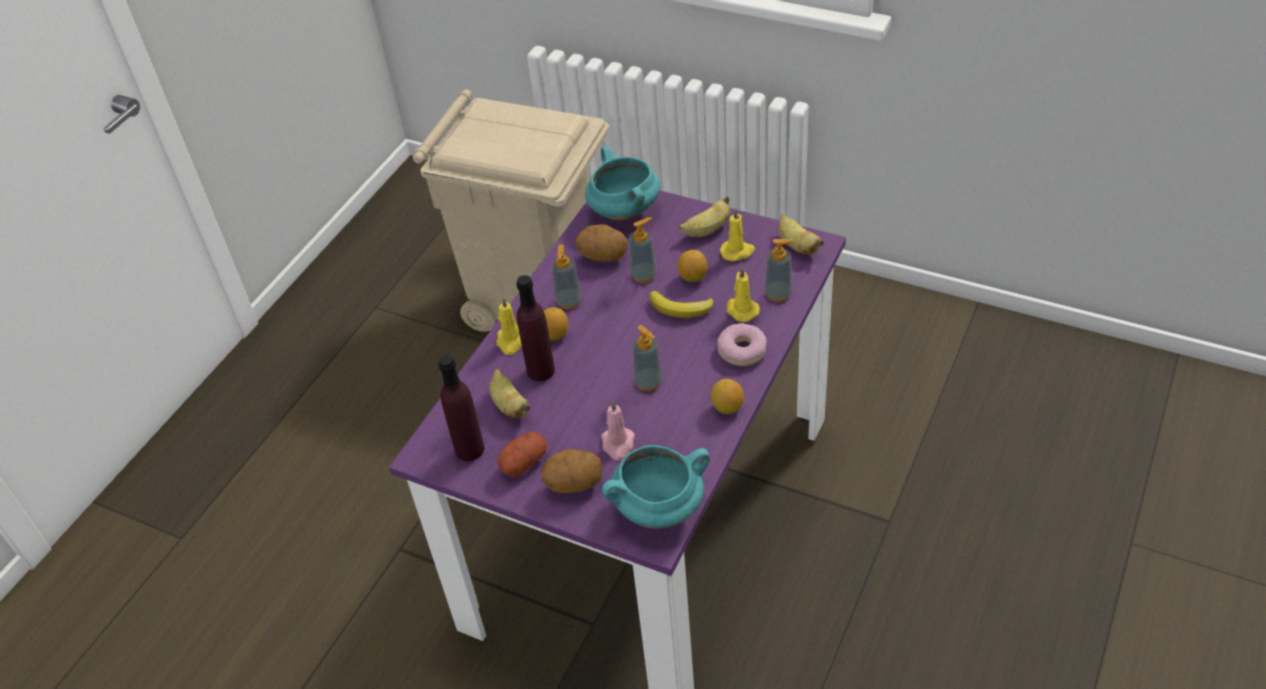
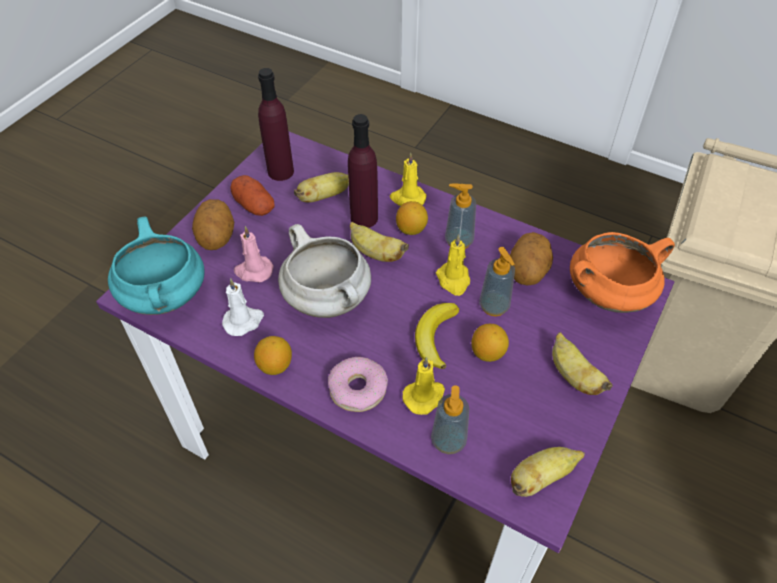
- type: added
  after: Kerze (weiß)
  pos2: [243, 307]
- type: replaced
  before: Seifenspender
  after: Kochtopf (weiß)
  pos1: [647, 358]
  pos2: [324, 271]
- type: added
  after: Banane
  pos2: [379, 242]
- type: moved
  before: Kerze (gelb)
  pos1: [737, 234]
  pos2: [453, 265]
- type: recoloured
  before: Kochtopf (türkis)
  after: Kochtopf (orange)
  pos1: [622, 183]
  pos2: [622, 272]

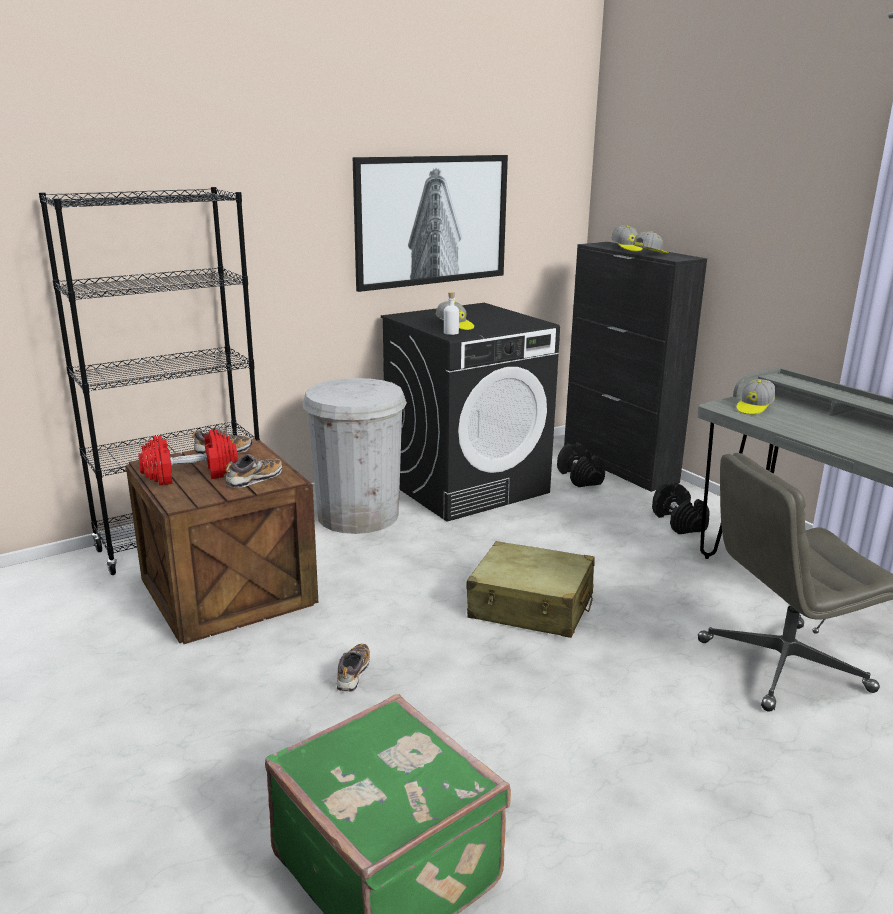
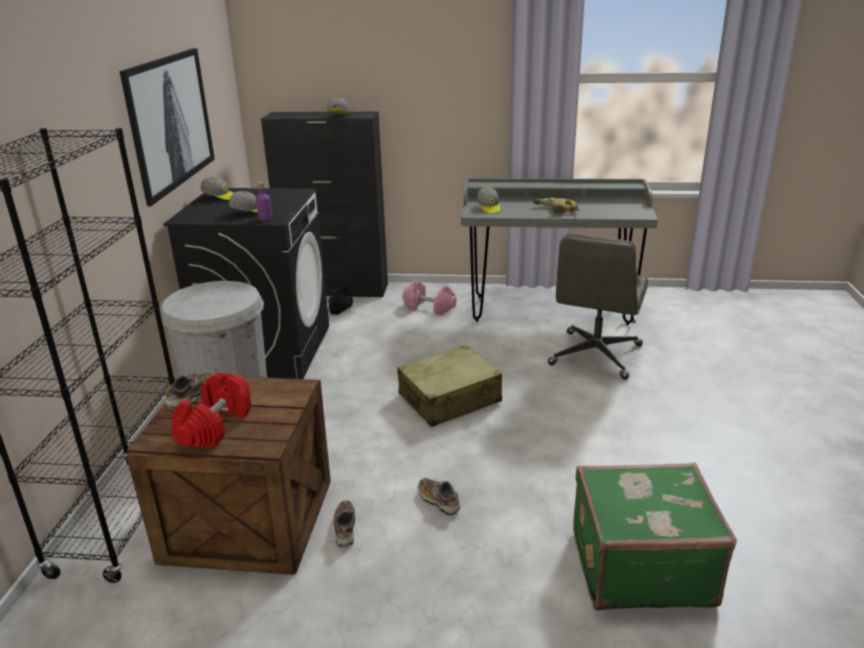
- type: moved
  before: Kappe
  pos1: [627, 238]
  pos2: [216, 188]
- type: recoloured
  before: Flasche (weiß)
  after: Flasche (lila)
  pos1: [451, 313]
  pos2: [264, 201]
- type: moved
  before: Schuh
  pos1: [253, 471]
  pos2: [344, 523]
- type: recoloured
  before: Hantel (schwarz)
  after: Hantel (rosa)
  pos1: [681, 508]
  pos2: [430, 298]
- type: added
  after: Bohrmaschine
  pos2: [556, 206]

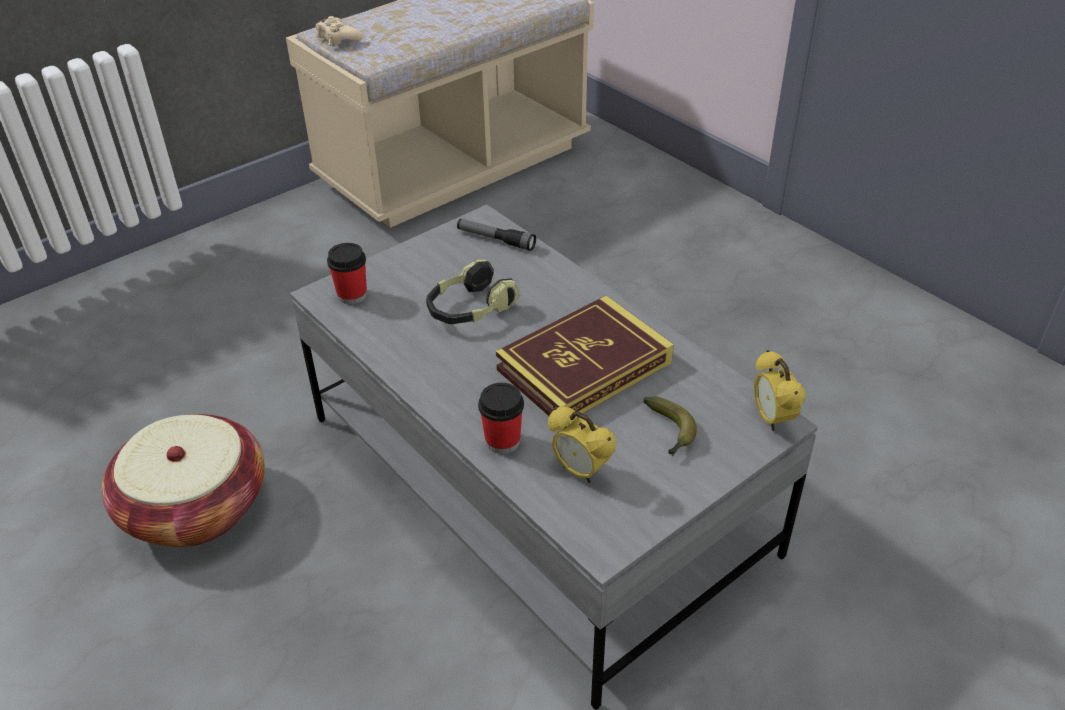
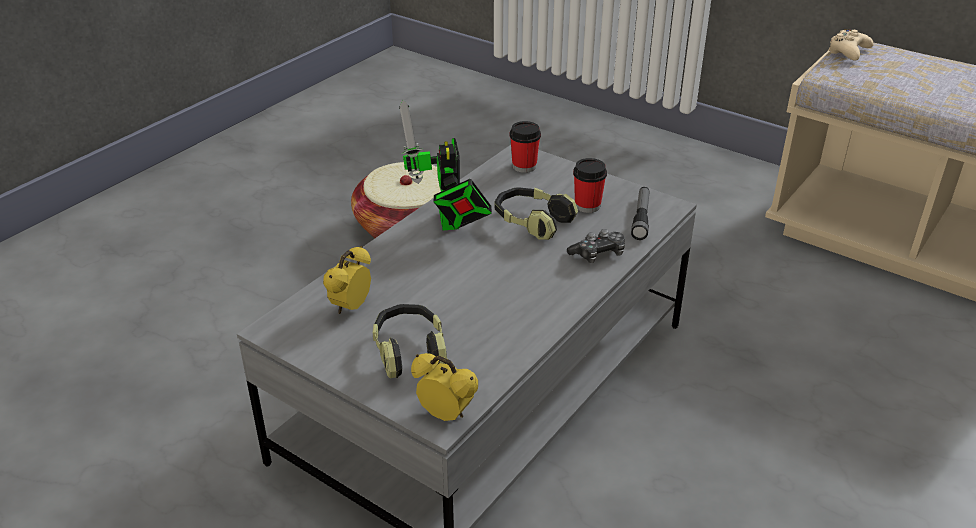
- type: replaced
  before: Banane
  after: Kopfhörer
  pos1: [670, 426]
  pos2: [410, 341]
- type: added
  after: Spielzeugroboter
  pos2: [445, 165]
- type: turned
  before: Wecker
  pos1: [779, 390]
  pos2: [444, 387]
  turn: 60
- type: added
  after: Gamepad
  pos2: [596, 246]
- type: moved
  before: Tasse
  pos1: [501, 418]
  pos2: [590, 185]
- type: removed
  before: Buch
  pos1: [585, 356]

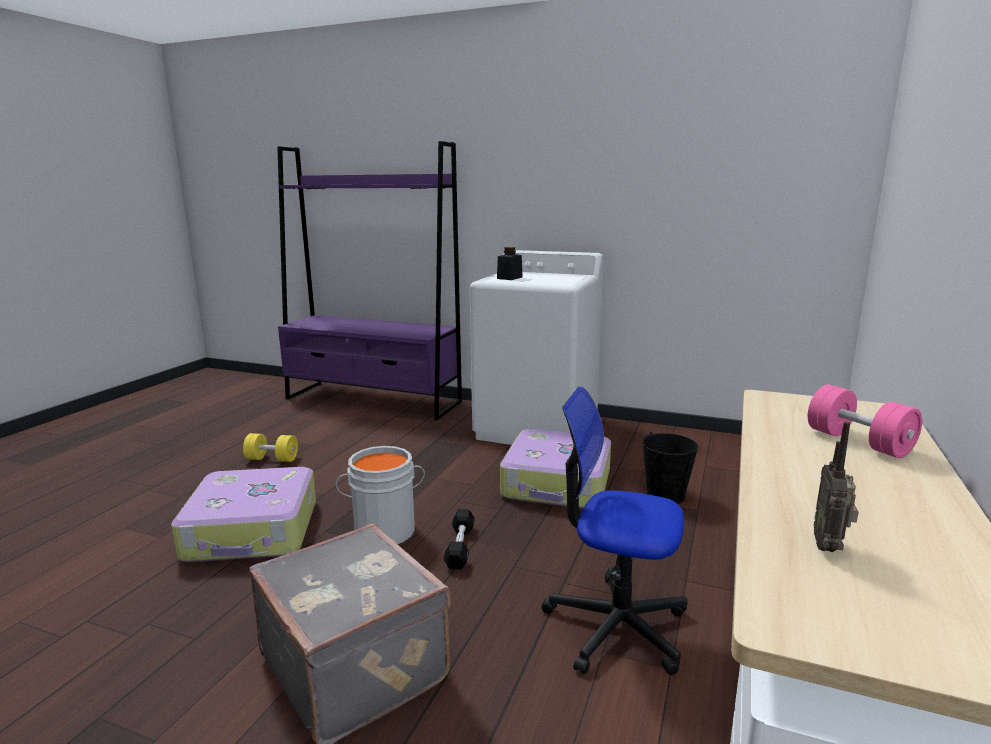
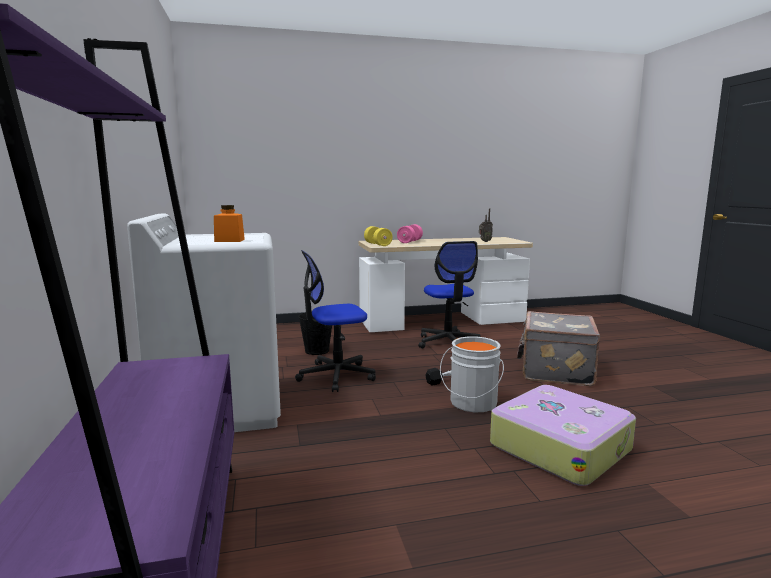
- type: recoloured
  before: Vorratsglas (schwarz)
  after: Vorratsglas (orange)
  pos1: [510, 263]
  pos2: [229, 223]
- type: replaced
  before: Koffer
  after: Bürostuhl
  pos1: [555, 468]
  pos2: [335, 321]
- type: moved
  before: Hantel (gelb)
  pos1: [270, 447]
  pos2: [378, 236]

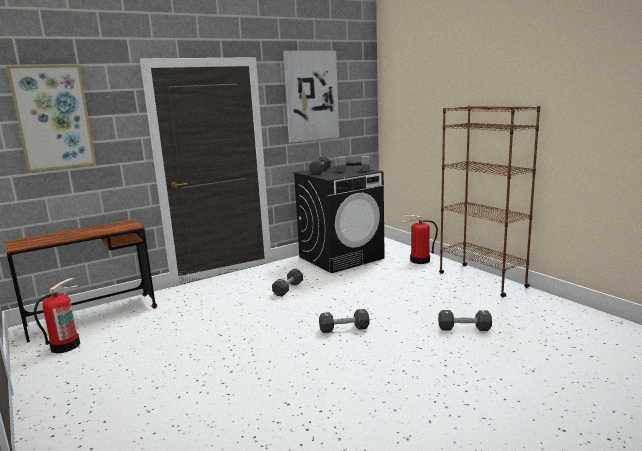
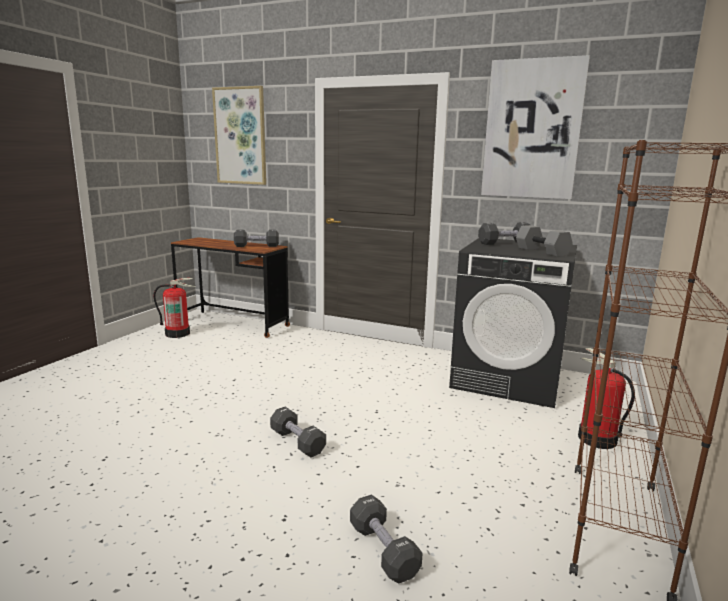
- type: moved
  before: Hantel (schwarz)
  pos1: [287, 282]
  pos2: [256, 238]

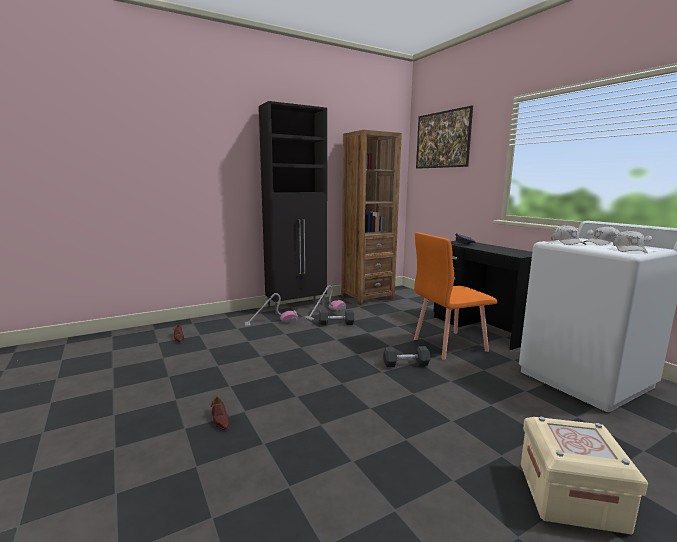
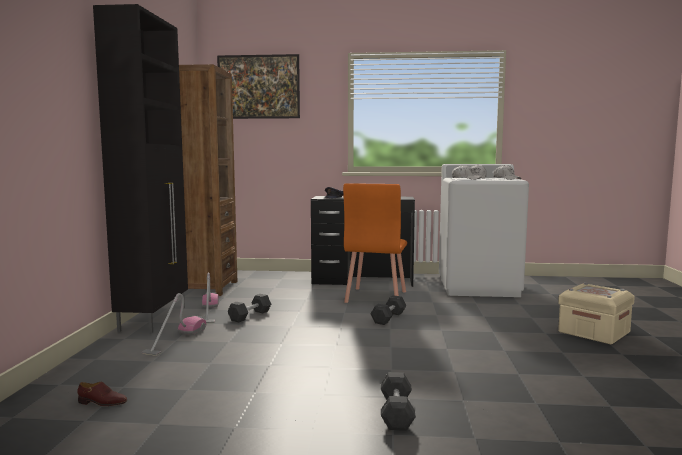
- type: replaced
  before: Schuh (braun)
  after: Hantel (grau)
  pos1: [220, 413]
  pos2: [398, 401]

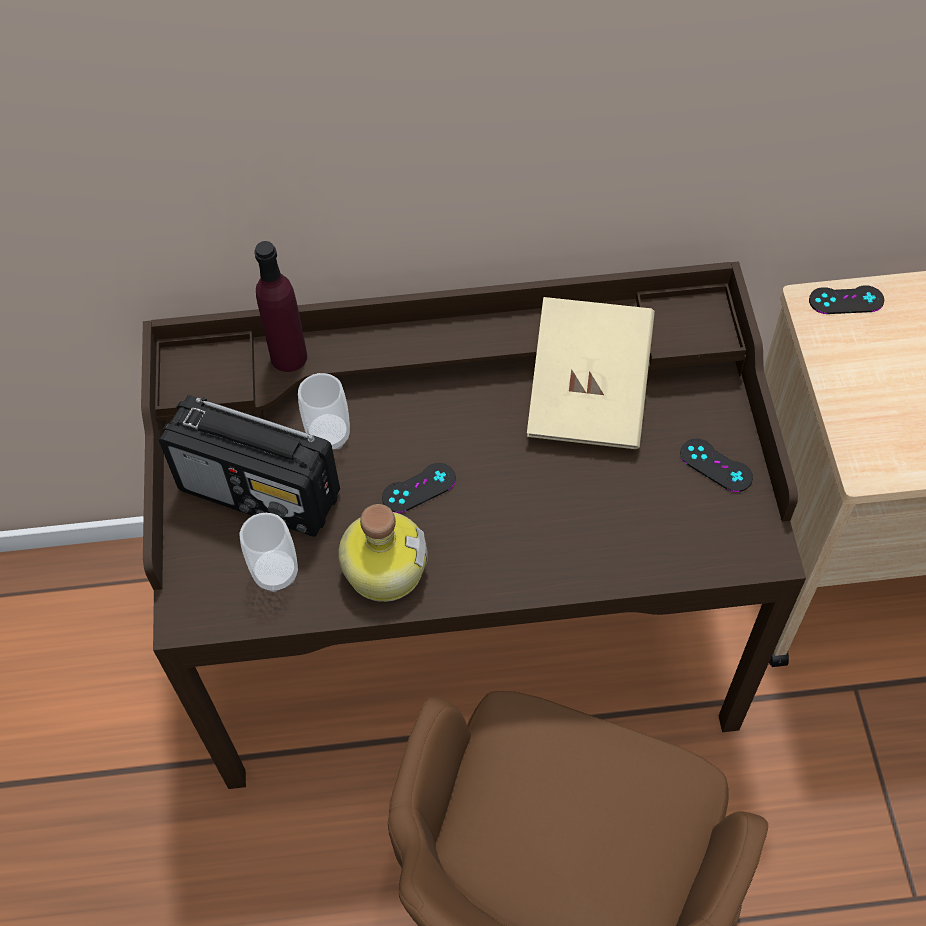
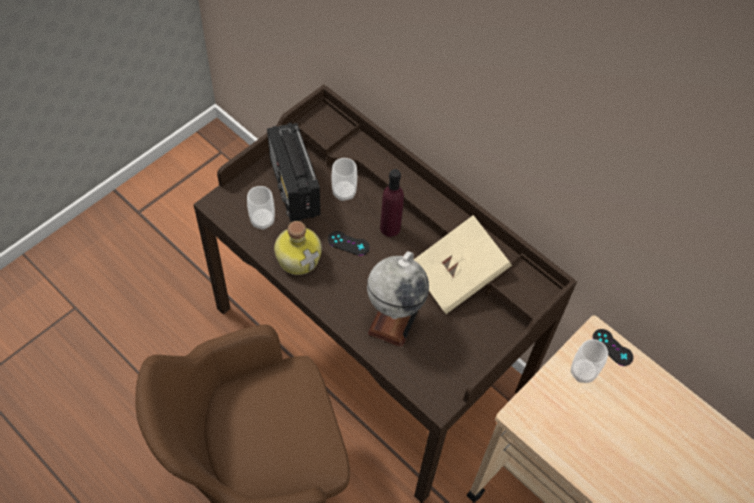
- type: added
  after: Globus
  pos2: [398, 299]
- type: moved
  before: Flasche (lila)
  pos1: [280, 306]
  pos2: [392, 203]
- type: added
  after: Tasse
  pos2: [589, 361]
- type: removed
  before: Gamepad (schwarz)
  pos1: [716, 465]

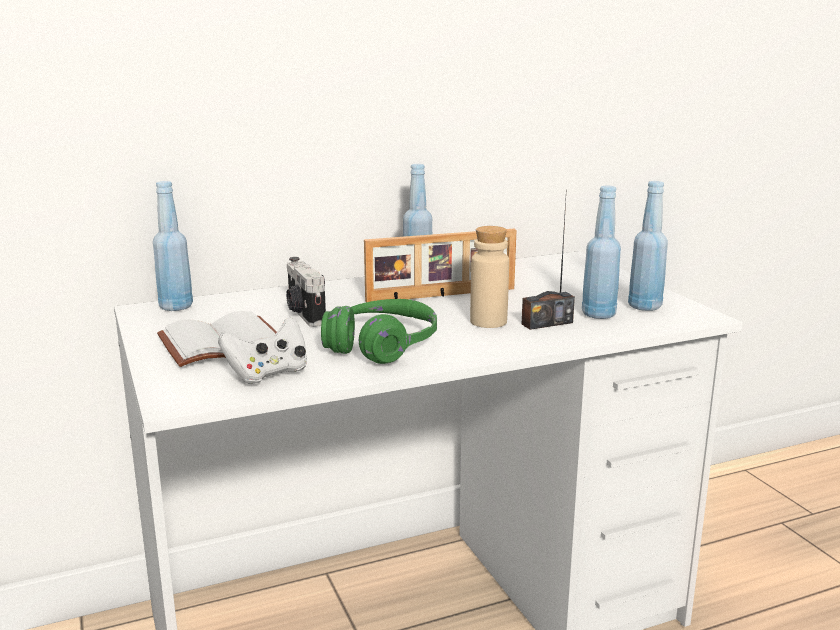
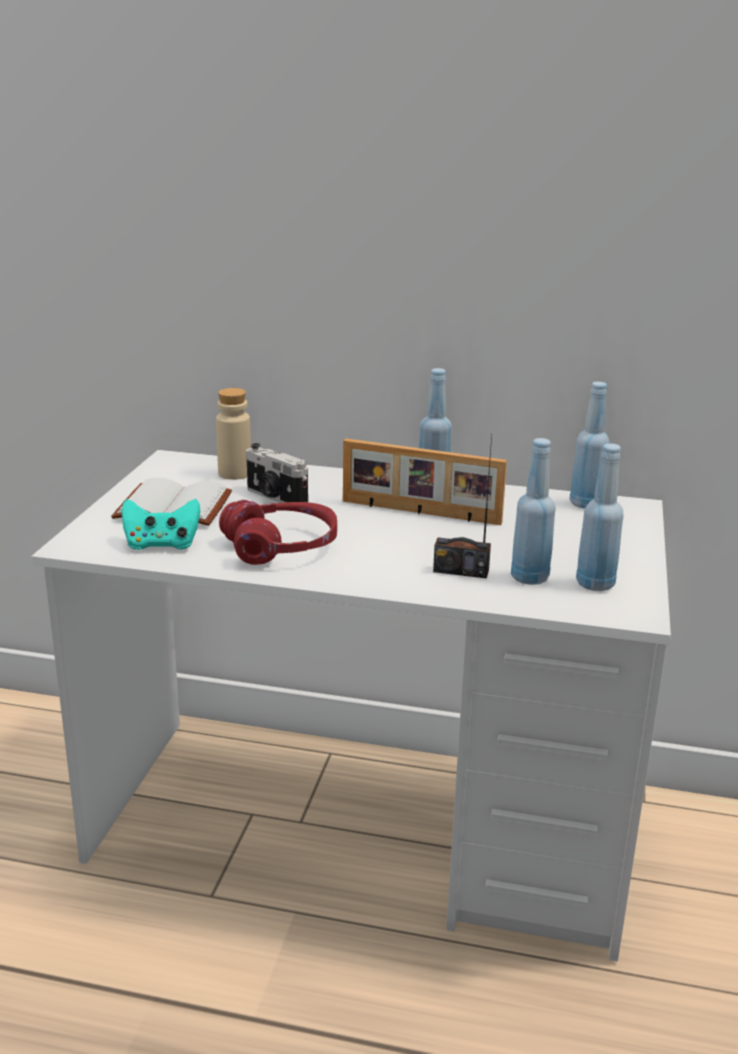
- type: recoloured
  before: Gamepad (weiß)
  after: Gamepad (türkis)
  pos1: [262, 350]
  pos2: [161, 524]
- type: moved
  before: Flasche (beige)
  pos1: [489, 277]
  pos2: [233, 434]
- type: recoloured
  before: Kopfhörer (grün)
  after: Kopfhörer (rot)
  pos1: [379, 331]
  pos2: [278, 532]
- type: turned
  before: Kamera
  pos1: [306, 292]
  pos2: [277, 473]
  turn: -60
- type: moved
  before: Flasche (blau)
  pos1: [173, 246]
  pos2: [590, 445]

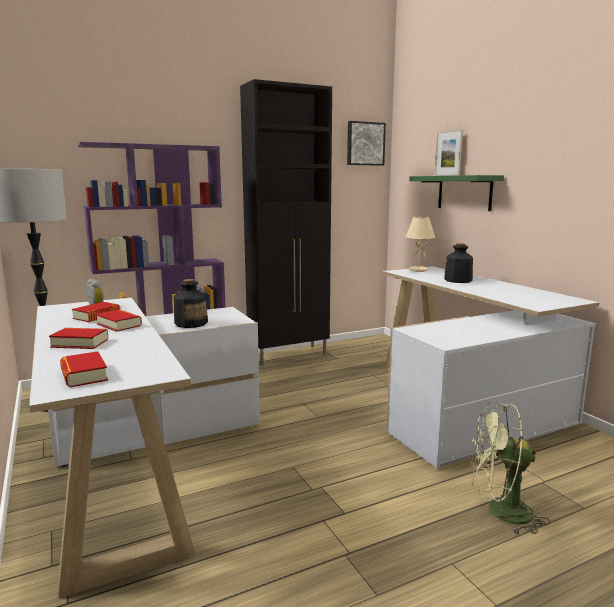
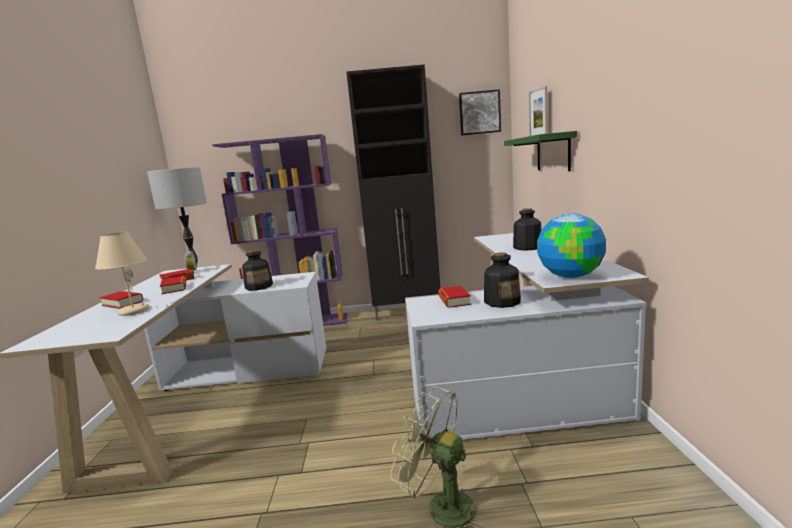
- type: moved
  before: Tischlampe (beige)
  pos1: [420, 244]
  pos2: [122, 274]
- type: moved
  before: Buch
  pos1: [84, 369]
  pos2: [454, 297]
- type: added
  after: Flasche
  pos2: [502, 280]
- type: added
  after: Globus
  pos2: [571, 245]

